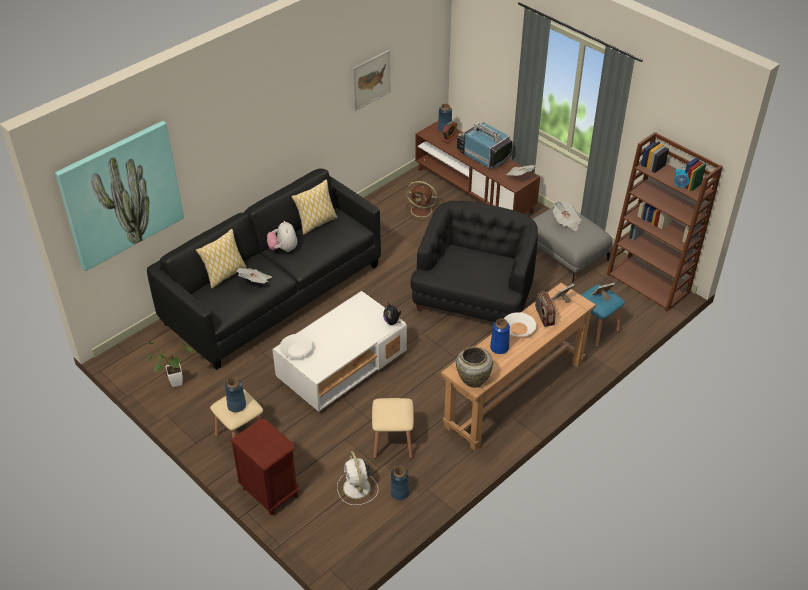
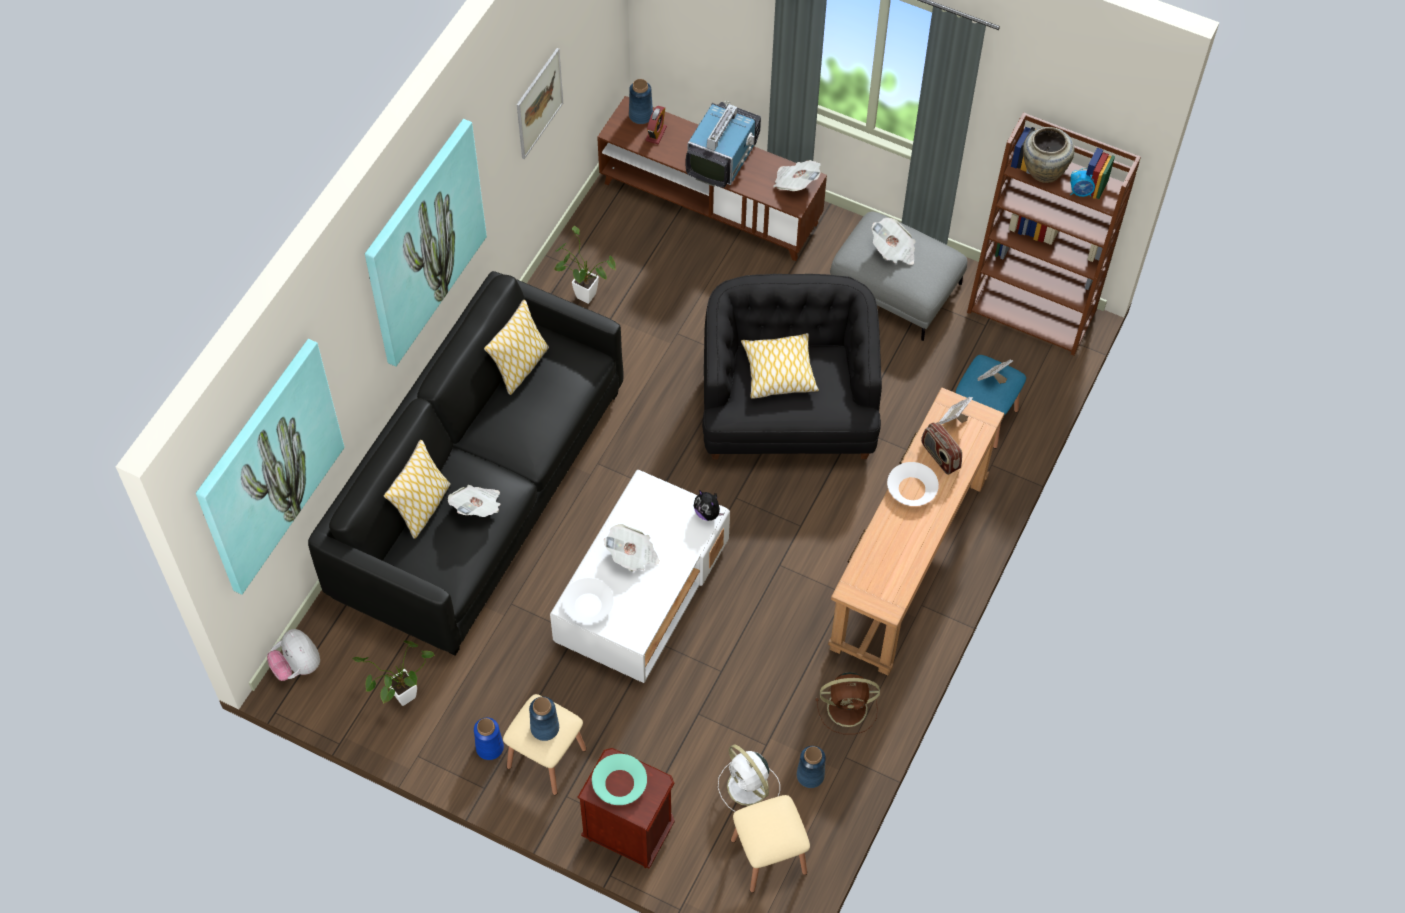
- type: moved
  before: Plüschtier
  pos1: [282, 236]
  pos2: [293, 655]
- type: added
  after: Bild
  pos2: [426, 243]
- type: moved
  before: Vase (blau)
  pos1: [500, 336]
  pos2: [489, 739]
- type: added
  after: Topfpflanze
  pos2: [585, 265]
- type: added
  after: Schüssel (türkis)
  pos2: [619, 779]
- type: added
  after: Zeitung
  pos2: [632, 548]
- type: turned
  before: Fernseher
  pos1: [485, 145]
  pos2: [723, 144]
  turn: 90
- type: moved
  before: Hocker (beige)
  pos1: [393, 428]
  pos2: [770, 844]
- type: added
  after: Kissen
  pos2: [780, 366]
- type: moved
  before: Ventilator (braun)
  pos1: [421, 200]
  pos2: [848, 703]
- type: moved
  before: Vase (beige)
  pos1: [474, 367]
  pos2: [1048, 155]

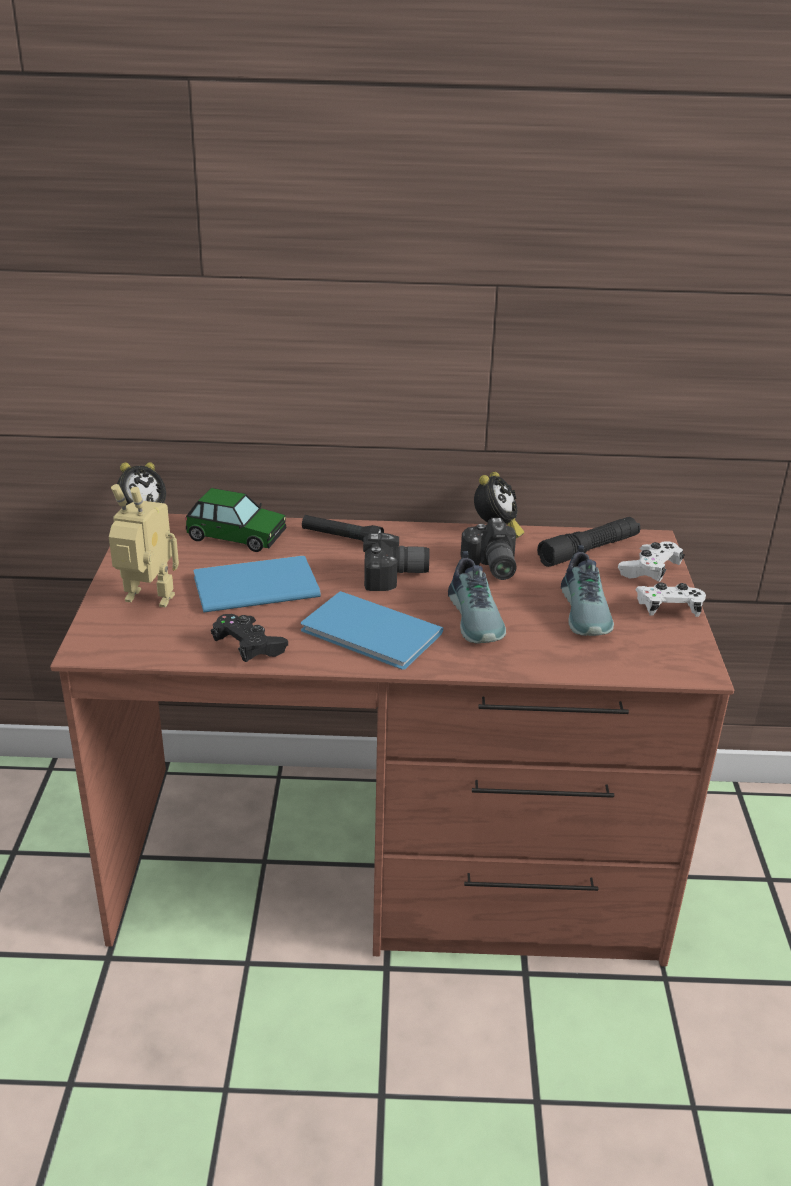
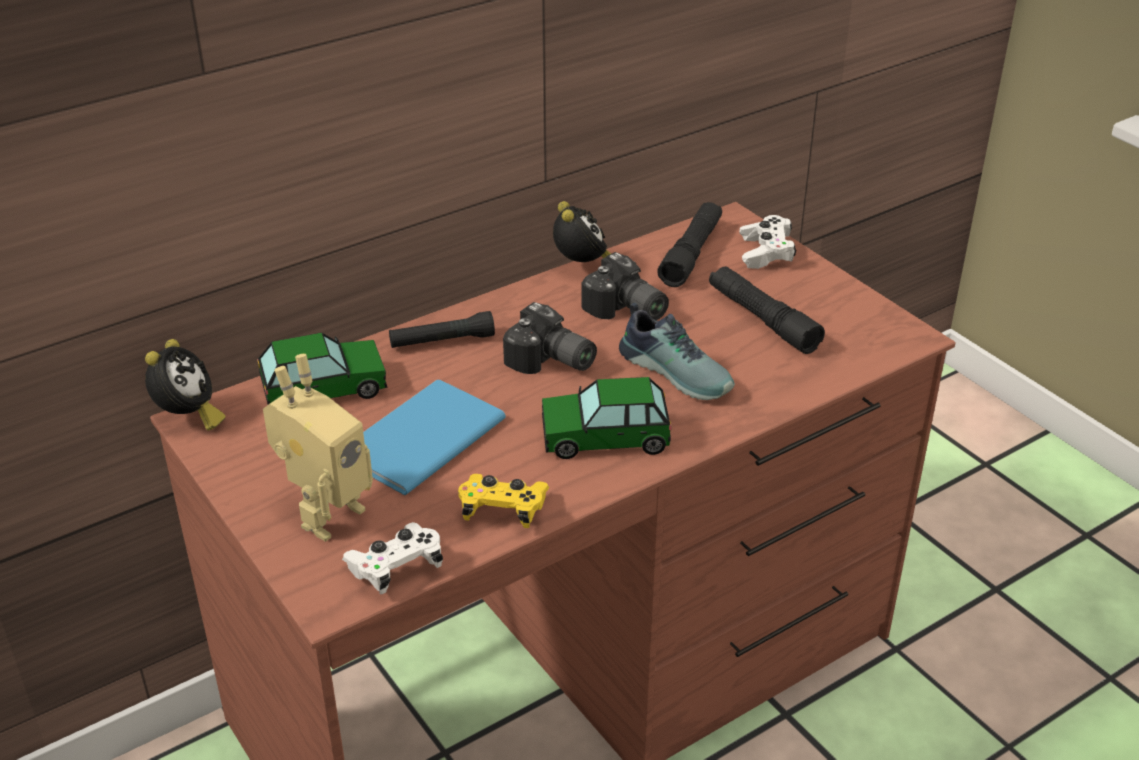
- type: turned
  before: Spielzeugroboter
  pos1: [144, 545]
  pos2: [318, 447]
  turn: 150
- type: moved
  before: Gamepad (weiß)
  pos1: [670, 599]
  pos2: [392, 558]
- type: recoloured
  before: Gamepad (schwarz)
  after: Gamepad (gelb)
  pos1: [249, 638]
  pos2: [503, 501]
- type: turned
  before: Kamera
  pos1: [396, 562]
  pos2: [550, 338]
  turn: 75
- type: replaced
  before: Buch (blau)
  after: Spielzeugauto
  pos1: [372, 630]
  pos2: [606, 418]
- type: replaced
  before: Schuh
  after: Taschenlampe (schwarz)
  pos1: [587, 590]
  pos2: [767, 310]

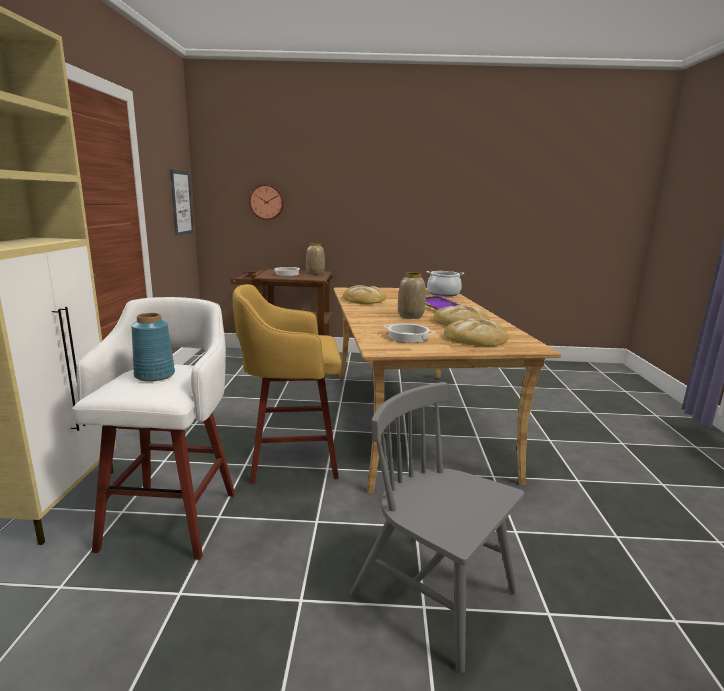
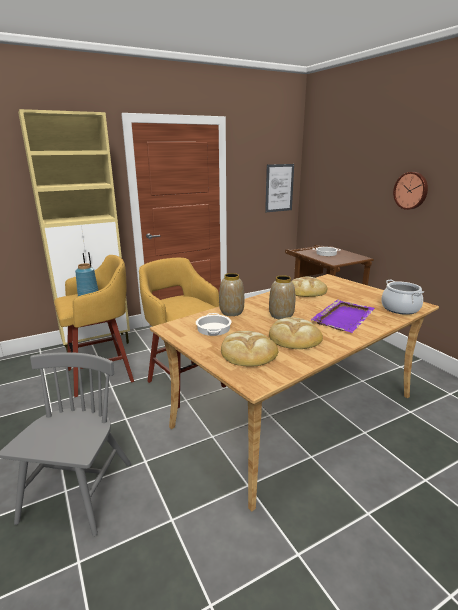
- type: recoloured
  before: Hocker (weiß)
  after: Hocker (gelb)
  pos1: [153, 428]
  pos2: [94, 326]
- type: moved
  before: Vase
  pos1: [315, 258]
  pos2: [231, 294]
- type: moved
  before: Wanduhr
  pos1: [266, 202]
  pos2: [410, 191]

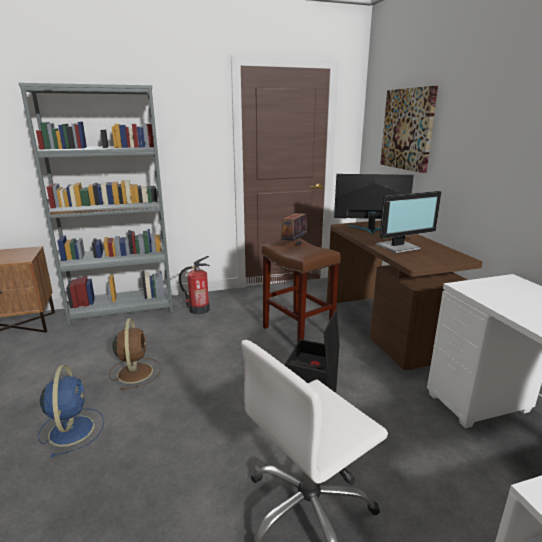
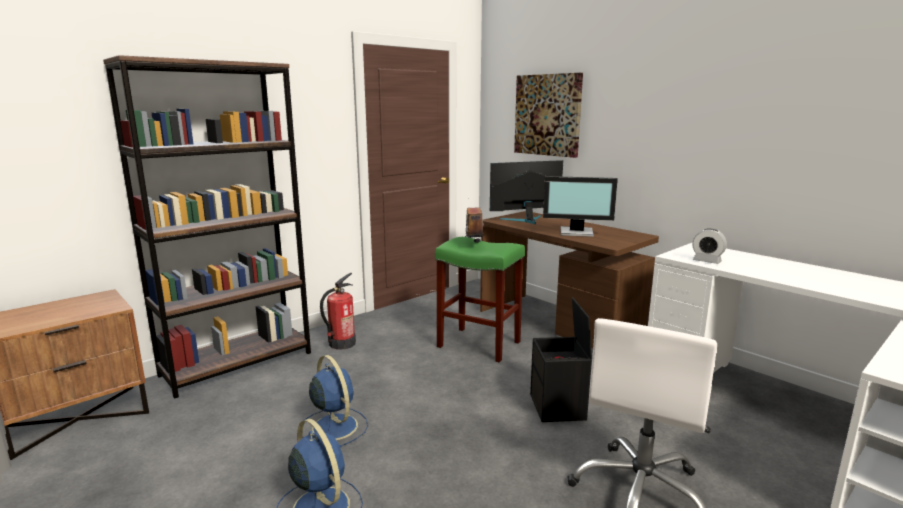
- type: recoloured
  before: Bücherregal (grau)
  after: Bücherregal (braun)
  pos1: [96, 204]
  pos2: [207, 227]
- type: recoloured
  before: Ventilator (braun)
  after: Ventilator (blau)
  pos1: [135, 354]
  pos2: [336, 401]
- type: recoloured
  before: Hocker (braun)
  after: Hocker (grün)
  pos1: [301, 290]
  pos2: [480, 300]
- type: turned
  before: Monitor
  pos1: [408, 222]
  pos2: [580, 206]
  turn: 60
- type: added
  after: Wecker
  pos2: [710, 246]

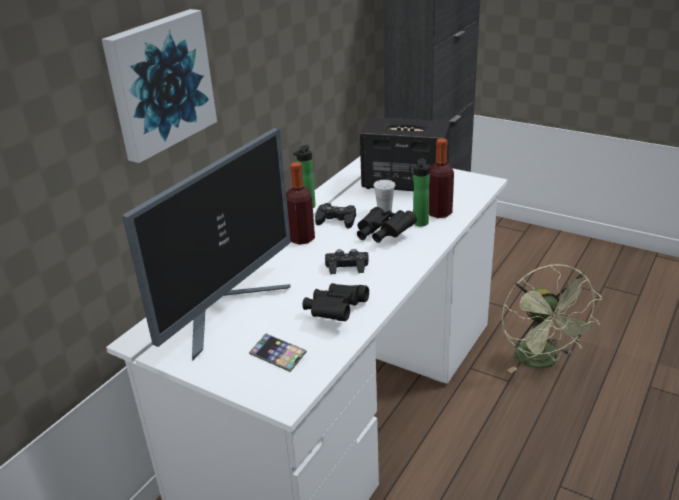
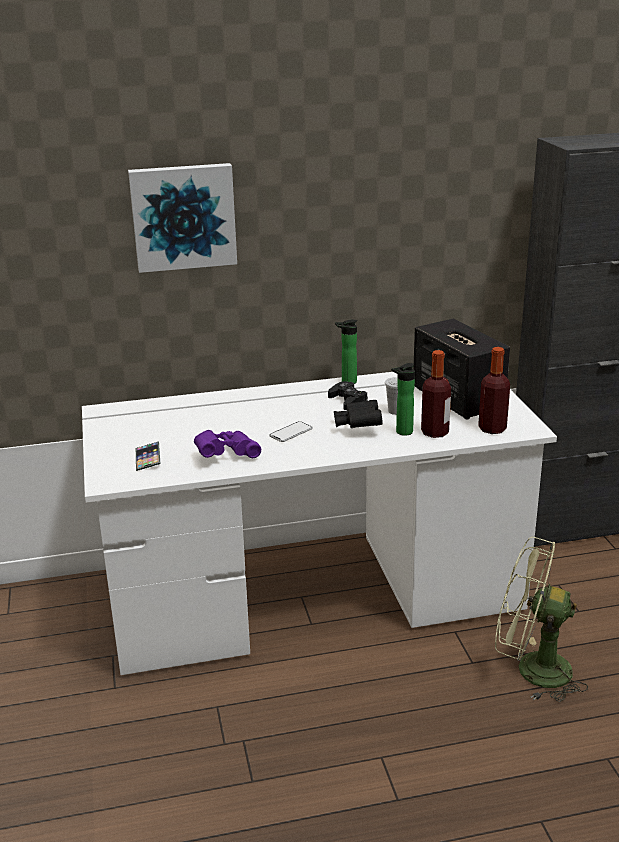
- type: recoloured
  before: Fernglas (schwarz)
  after: Fernglas (lila)
  pos1: [335, 302]
  pos2: [227, 444]
- type: replaced
  before: Gamepad (schwarz)
  after: Handy
  pos1: [347, 261]
  pos2: [291, 431]
- type: moved
  before: Flasche
  pos1: [300, 203]
  pos2: [494, 390]
- type: turned
  before: Ventilator (grün)
  pos1: [552, 318]
  pos2: [541, 619]
  turn: 75
- type: removed
  before: Monitor
  pos1: [206, 244]

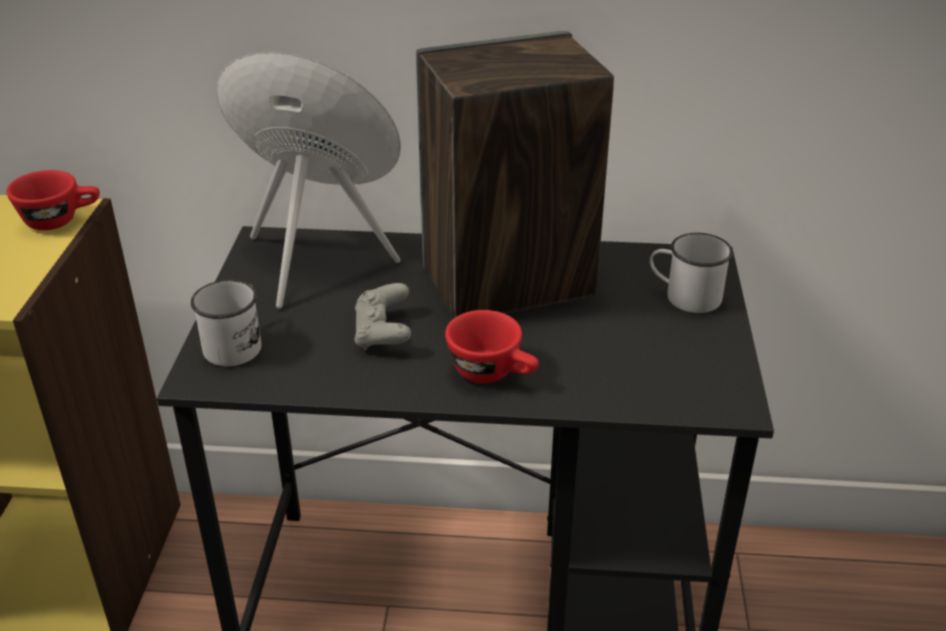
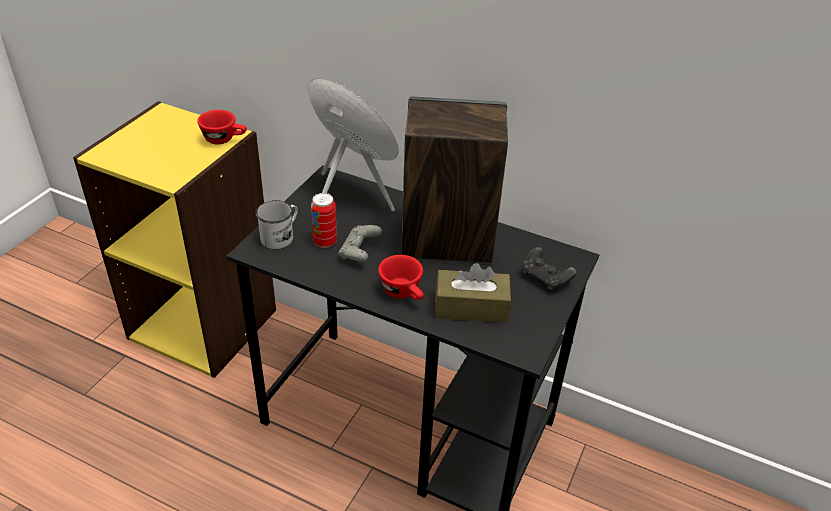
- type: added
  after: Dose
  pos2: [324, 220]
- type: added
  after: Taschentuchbox (braun)
  pos2: [473, 293]
- type: replaced
  before: Henkelbecher (weiß)
  after: Gamepad (schwarz)
  pos1: [691, 273]
  pos2: [549, 269]

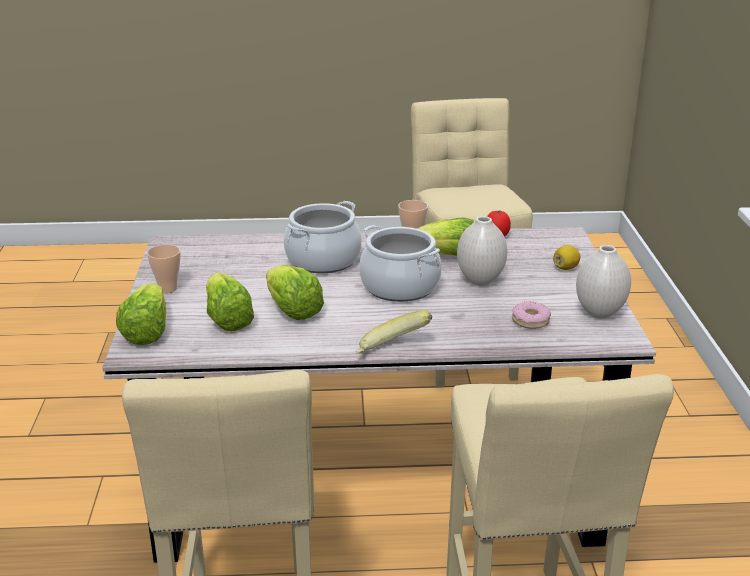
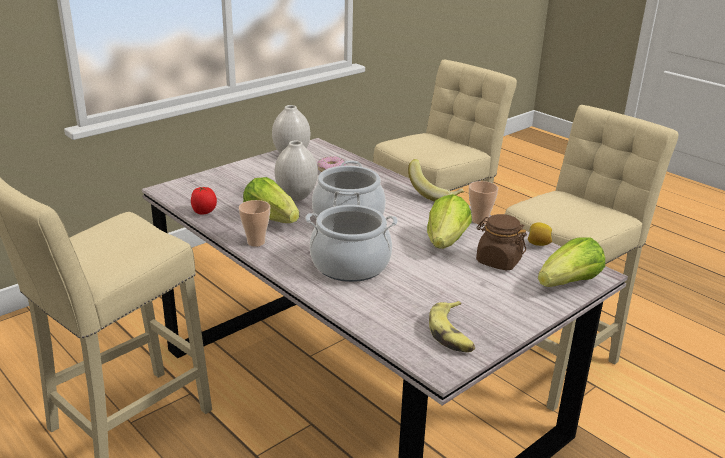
- type: added
  after: Banane
  pos2: [452, 326]
- type: moved
  before: Tasse
  pos1: [164, 268]
  pos2: [483, 202]
- type: replaced
  before: Salatkopf
  after: Vorratsglas (braun)
  pos1: [230, 301]
  pos2: [501, 242]
- type: moved
  before: Zitrone
  pos1: [566, 257]
  pos2: [540, 234]

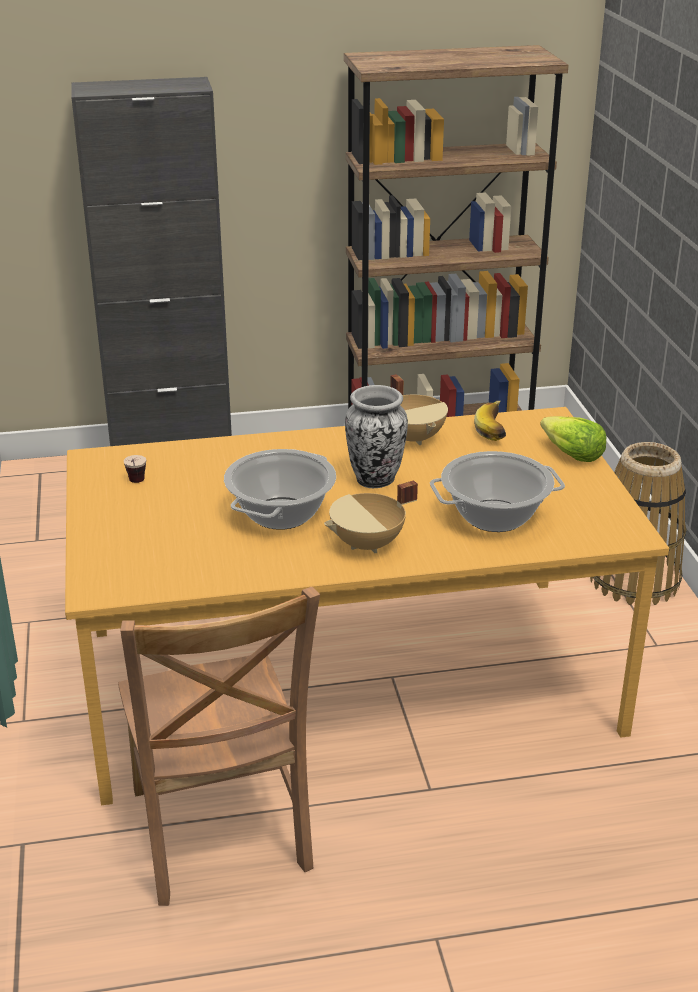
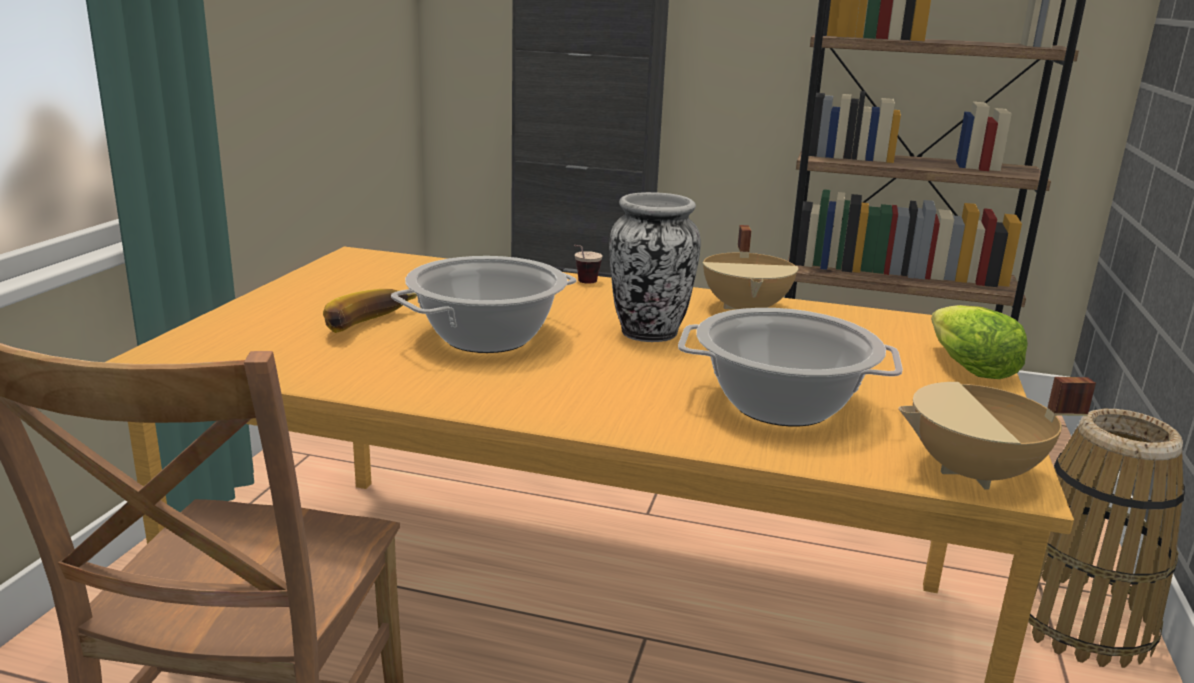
- type: moved
  before: Banane
  pos1: [490, 421]
  pos2: [370, 311]
- type: moved
  before: Tasse
  pos1: [135, 469]
  pos2: [588, 264]
- type: moved
  before: Kochtopf (beige)
  pos1: [371, 516]
  pos2: [997, 433]

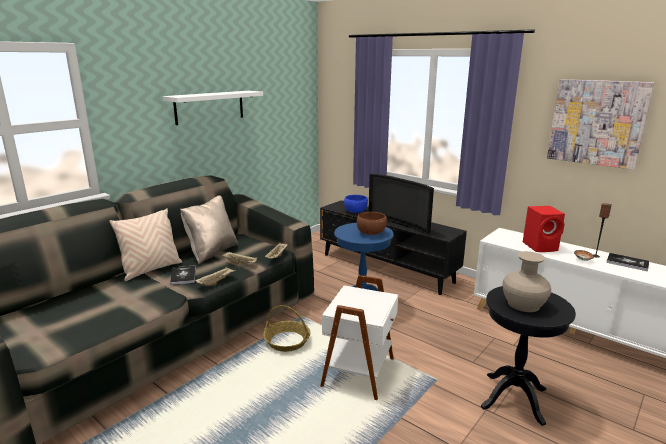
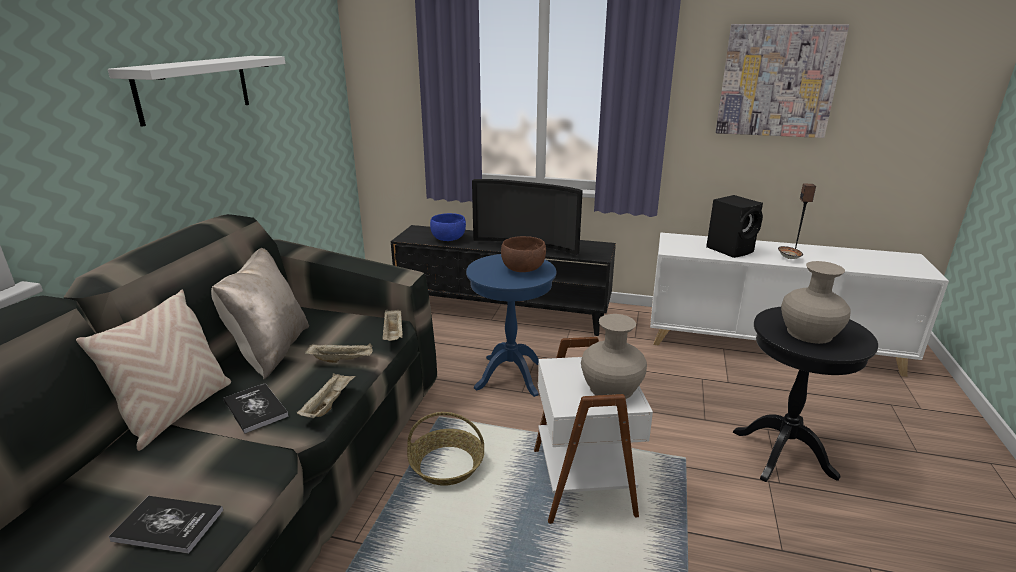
- type: moved
  before: Buch
  pos1: [627, 262]
  pos2: [165, 525]
- type: added
  after: Vase (beige)
  pos2: [614, 356]
- type: recoloured
  before: Lautsprecher (rot)
  after: Lautsprecher (schwarz)
  pos1: [544, 229]
  pos2: [734, 226]

